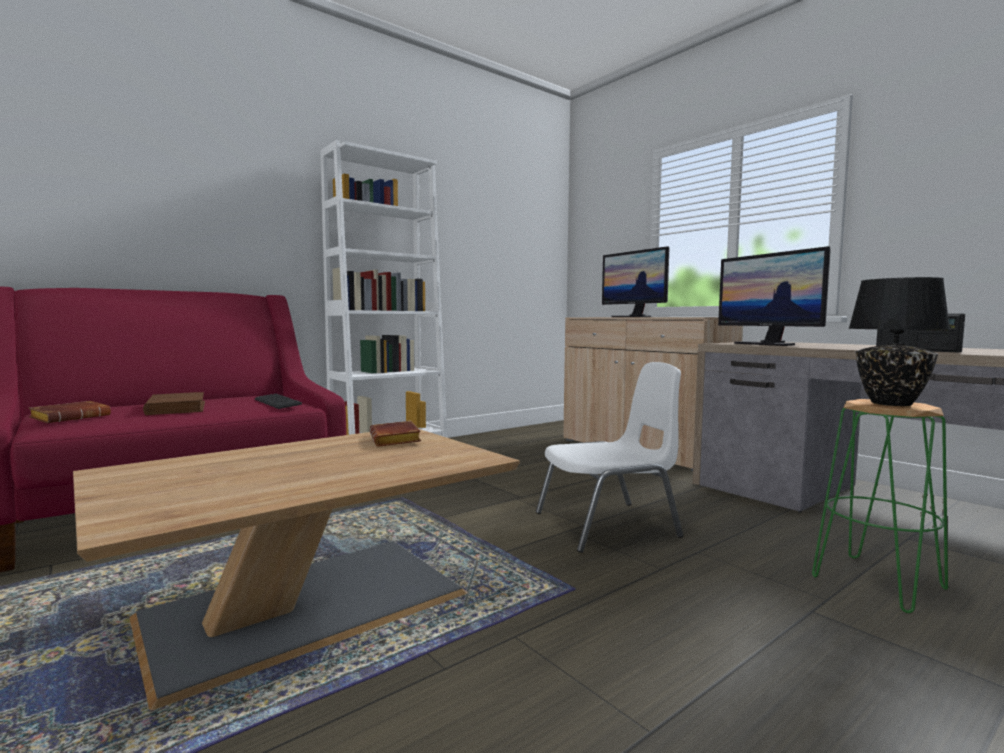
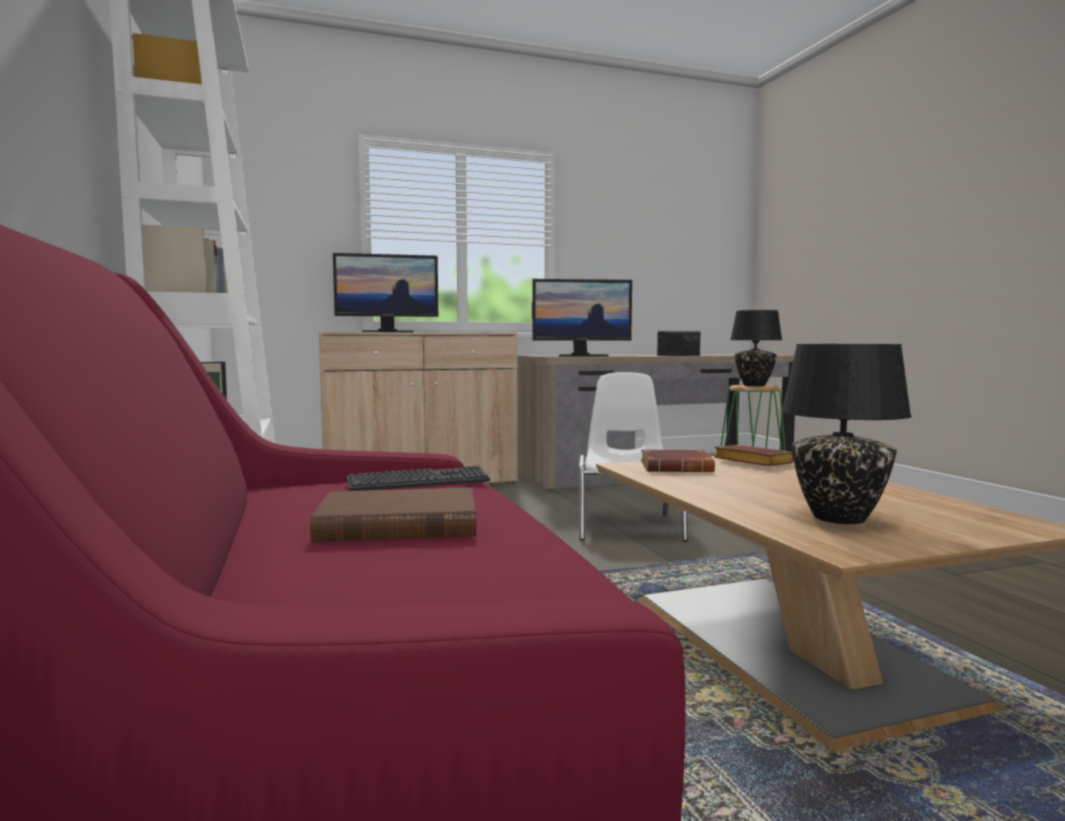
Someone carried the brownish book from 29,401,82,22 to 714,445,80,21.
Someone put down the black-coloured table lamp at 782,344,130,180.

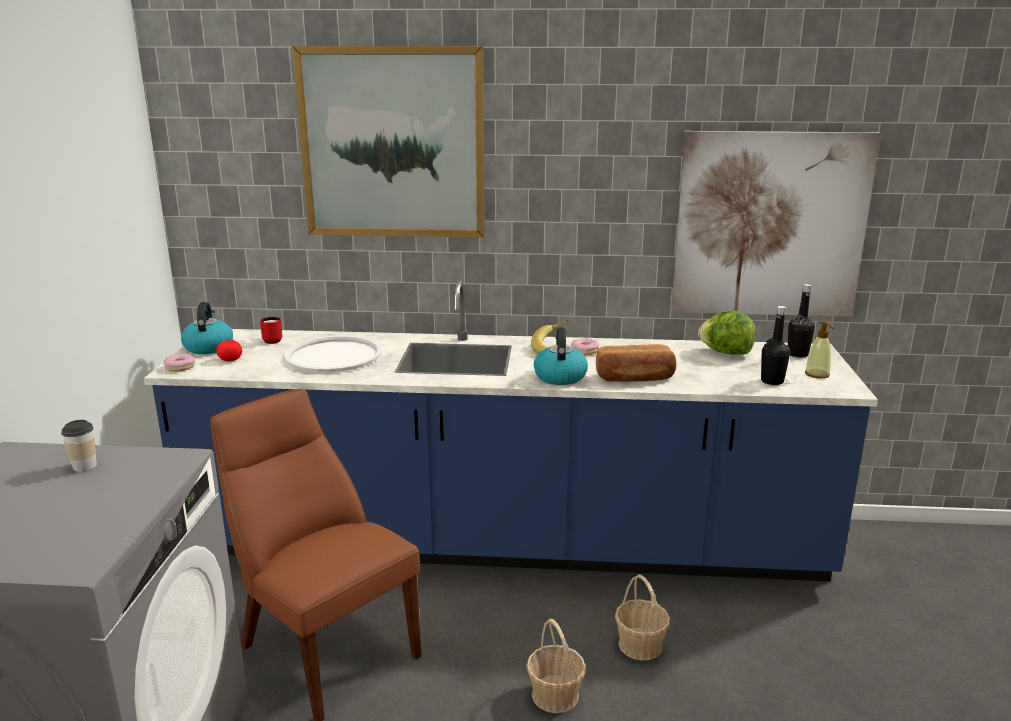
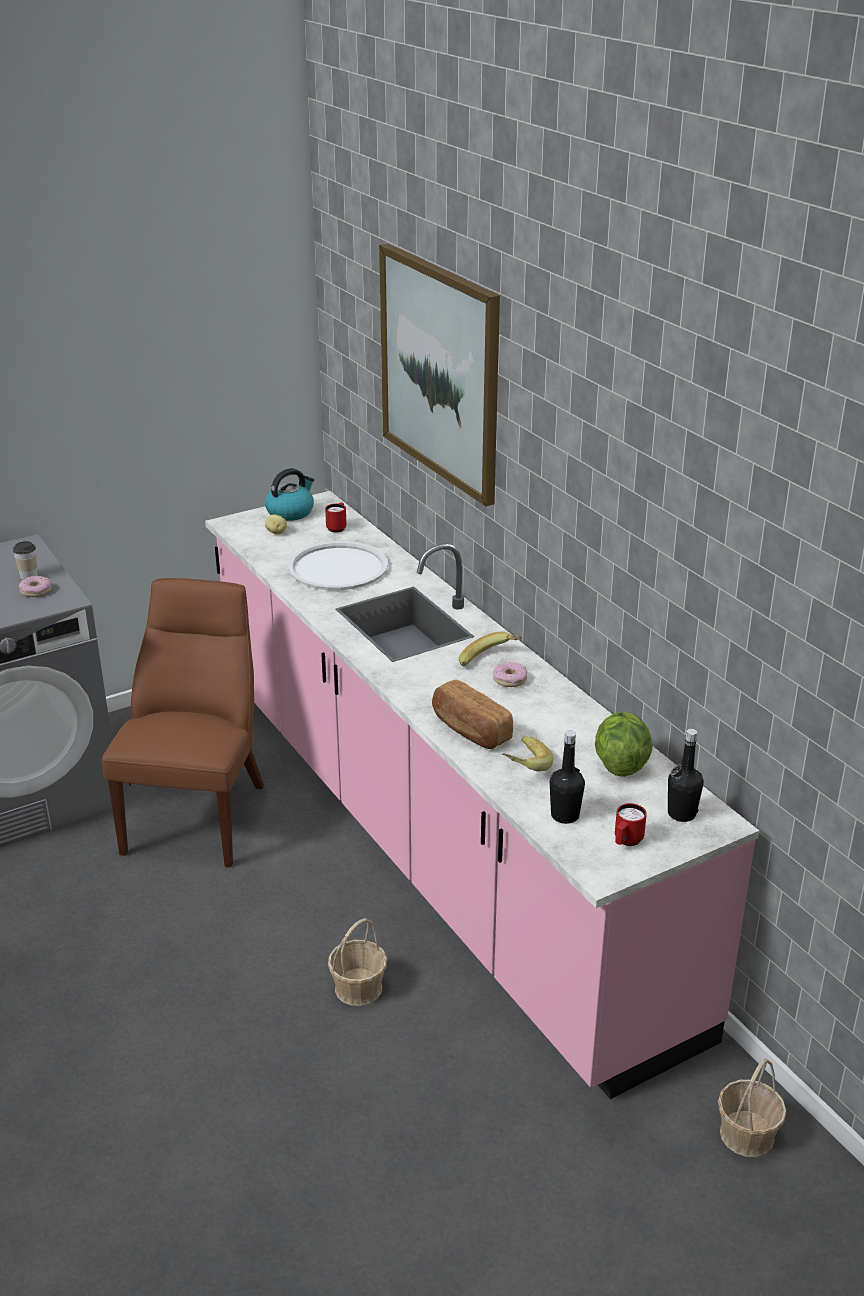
Someone carried the ring doughnut from 163,353,32,19 to 19,576,33,21.
Someone repainted the blue kitchen counter at 144,281,734,300, which became the pink kitchen counter at 205,491,554,608.
Someone swapped the tomato at 216,340,26,22 for the spud at 265,514,22,20.
Someone put down the banana at 502,736,51,35.
Someone swapped the soap bottle at 805,321,30,58 for the red mug at 615,803,32,43.
Someone carried the storage basket from 526,619,60,94 to 718,1058,69,99.
Someone took away the water kettle at 534,327,54,58.
Someone took away the wall picture at 671,131,210,186.

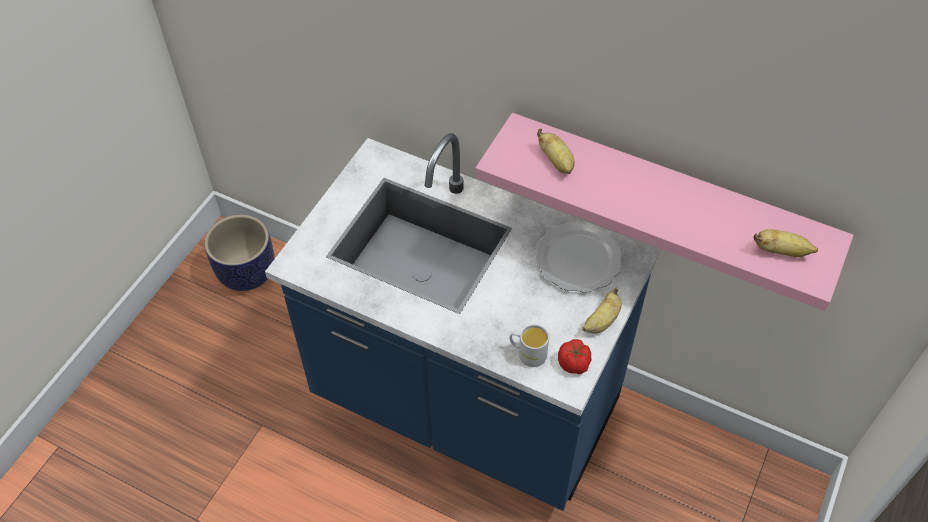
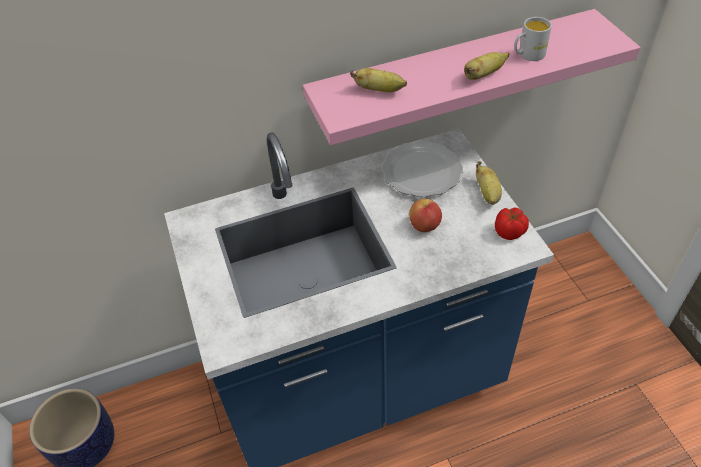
Someone put down the apple at 409,198,33,34.
Someone carried the banana from 753,229,65,28 to 464,52,46,28.
Someone carried the whitish mug from 510,324,39,43 to 514,17,38,44.

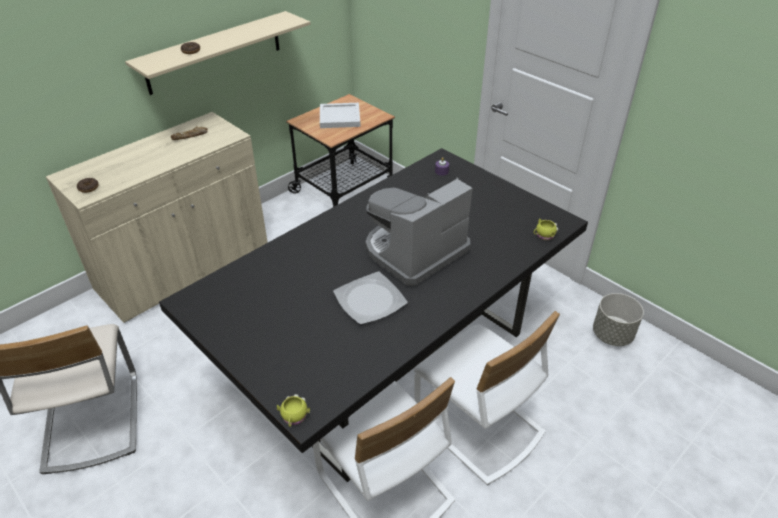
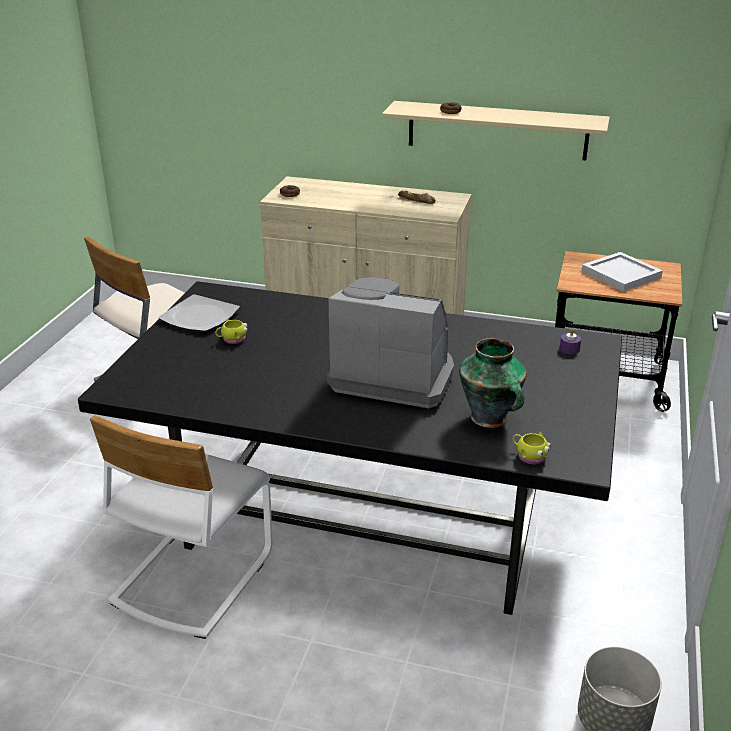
Someone carried the plate from 333,271,75,54 to 158,294,82,38.
Someone carried the yellow-coloured mug from 277,394,33,33 to 215,319,32,25.
Someone put down the vase at 459,338,68,90.
Someone took away the whitish upright chair at 414,311,146,174.

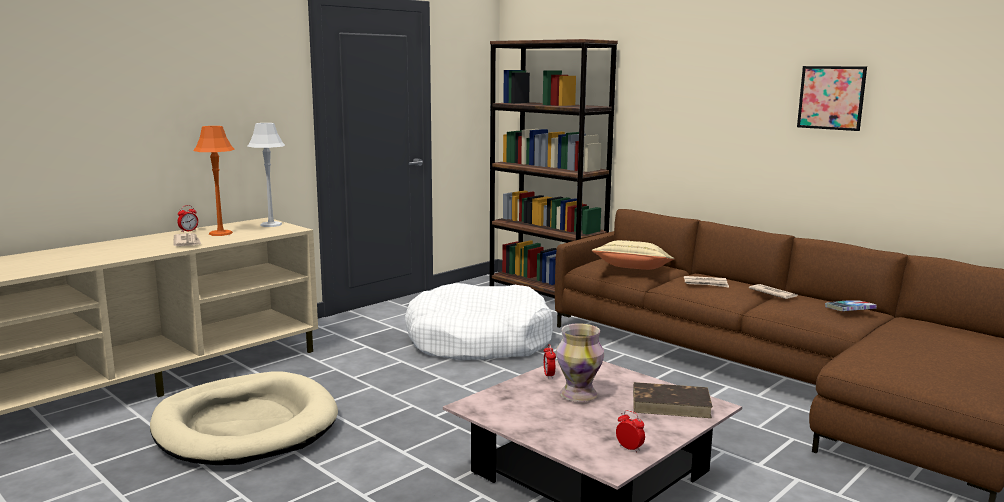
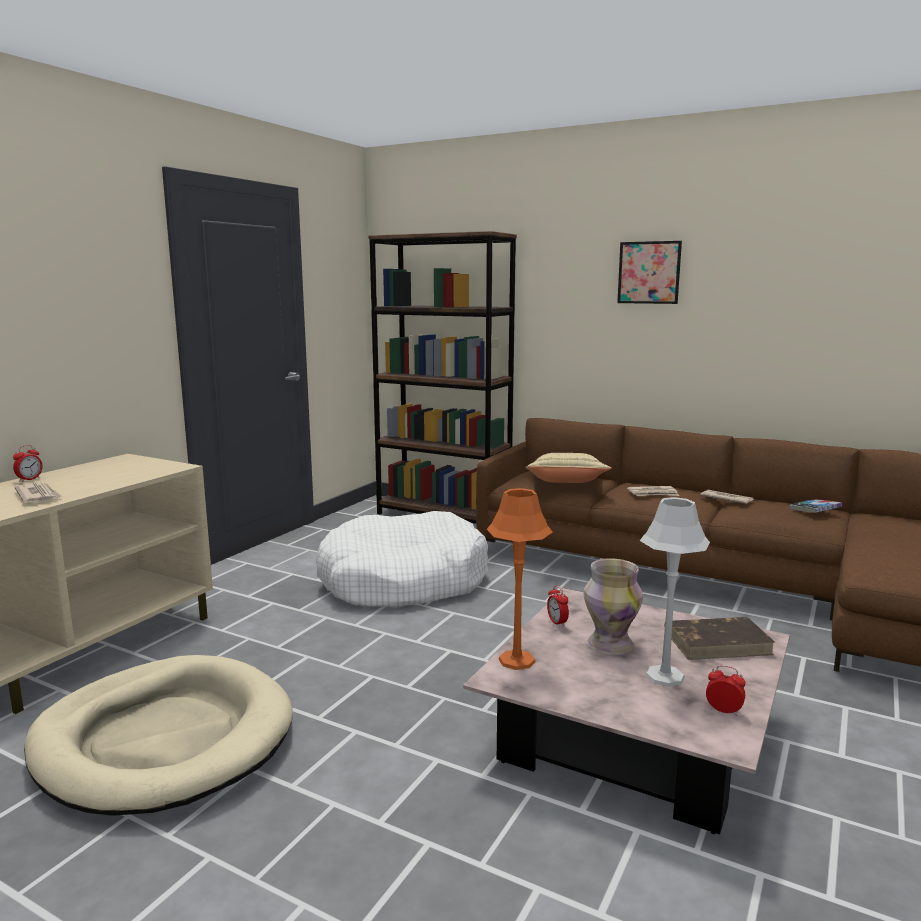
Someone carried the orange-coloured table lamp from 193,126,42,110 to 487,488,65,182.
Someone carried the wall picture from 797,66,70,65 to 617,241,65,63.
Someone carried the gray table lamp from 247,123,38,104 to 640,497,70,190.

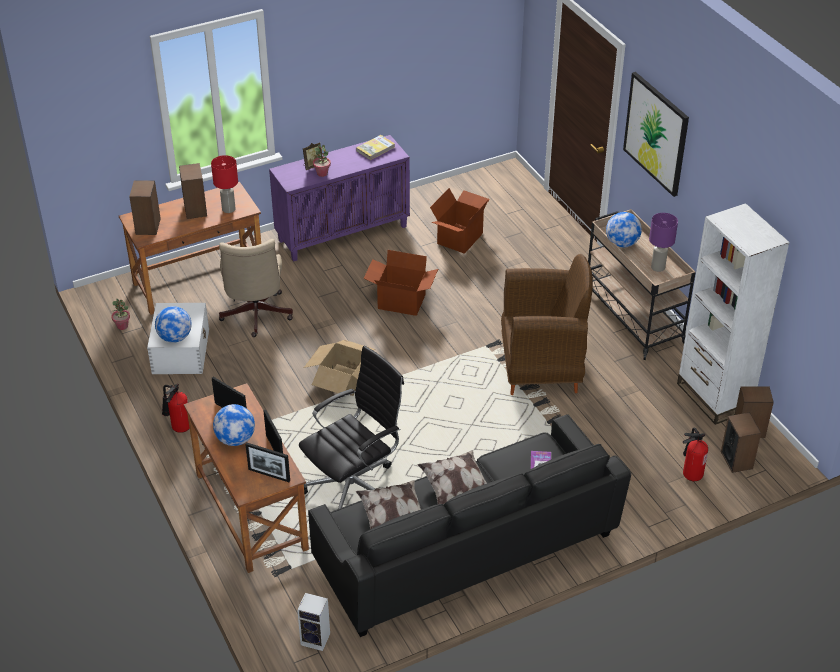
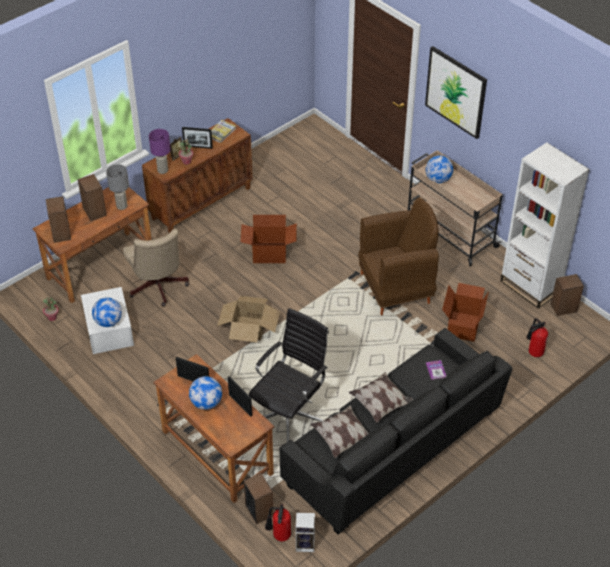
Someone repainted the red table lamp at 211,155,27,58, which became the gray table lamp at 106,164,23,46.
Someone repainted the purple cupboard at 269,135,141,127, which became the brownish cupboard at 142,118,111,115.
Someone carried the purple table lamp from 649,213,29,59 to 149,129,22,45.
Someone carried the photo frame from 245,443,45,39 to 182,127,31,22.
Someone carried the speaker from 721,412,40,61 to 244,473,30,51.
Someone carried the fire extinguisher from 162,384,28,49 to 265,504,26,37.
Someone carried the carton from 430,188,59,66 to 442,283,47,59.

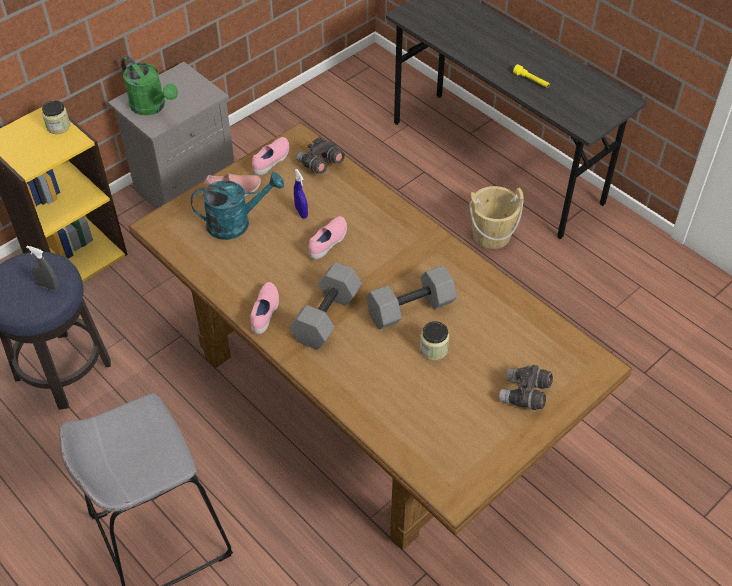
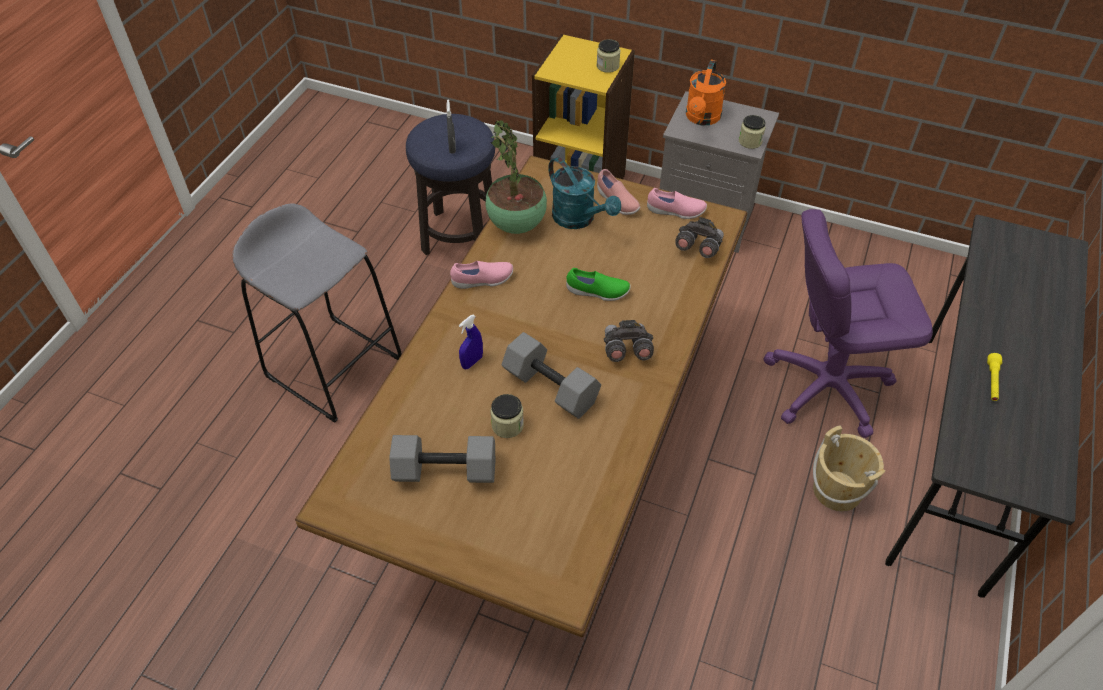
Someone carried the gray dumbbell from 289,262,73,87 to 389,435,106,48.
Someone carried the blue spray bottle from 294,169,14,49 to 459,315,24,54.
Someone put down the houseplant at 486,120,61,114.
Someone repainted the pink item of footwear at 309,216,38,43, which became the green item of footwear at 566,268,65,33.
Someone carried the gray binoculars from 499,365,54,45 to 604,320,50,42.
Someone repainted the green sprinkling can at 121,56,57,59, which became the orange-coloured sprinkling can at 686,60,40,65.
Someone put down the jar at 739,115,27,34.
Someone put down the purple computer chair at 763,209,170,229.

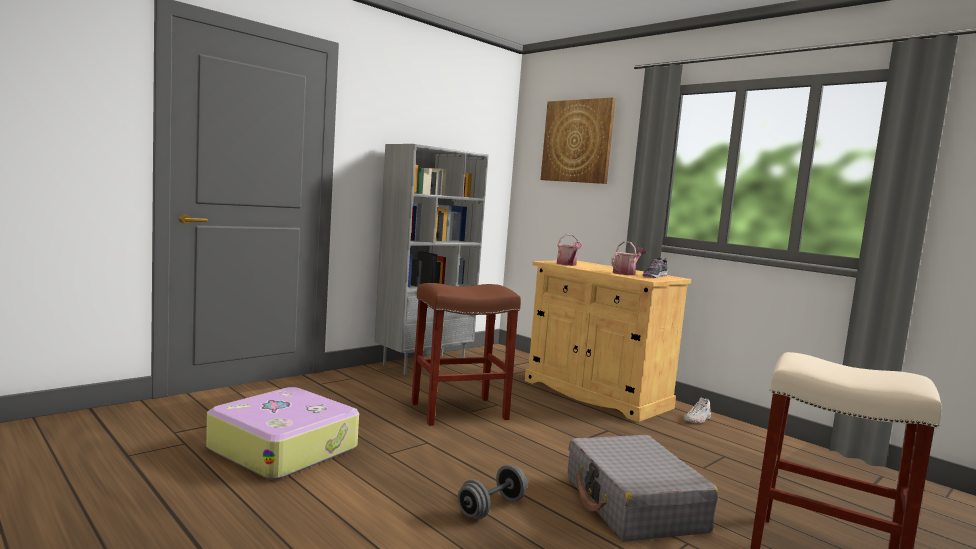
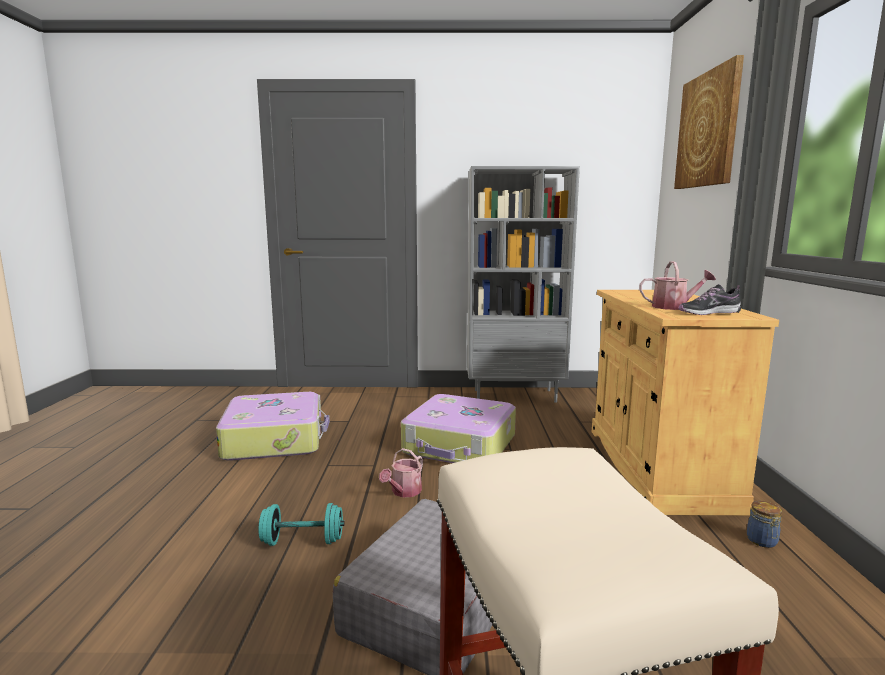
Someone repainted the gray dumbbell at 458,465,69,54, which became the turquoise-coloured dumbbell at 258,503,87,43.
Someone carried the sprinkling can from 557,234,26,32 to 379,448,44,49.
Someone swapped the brownish stool seat at 411,283,110,143 for the travel case at 401,394,115,69.
Someone swapped the whitish item of footwear at 684,397,27,27 for the jar at 747,501,35,47.

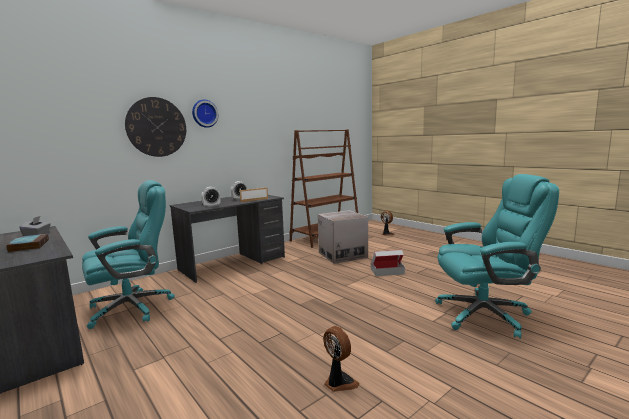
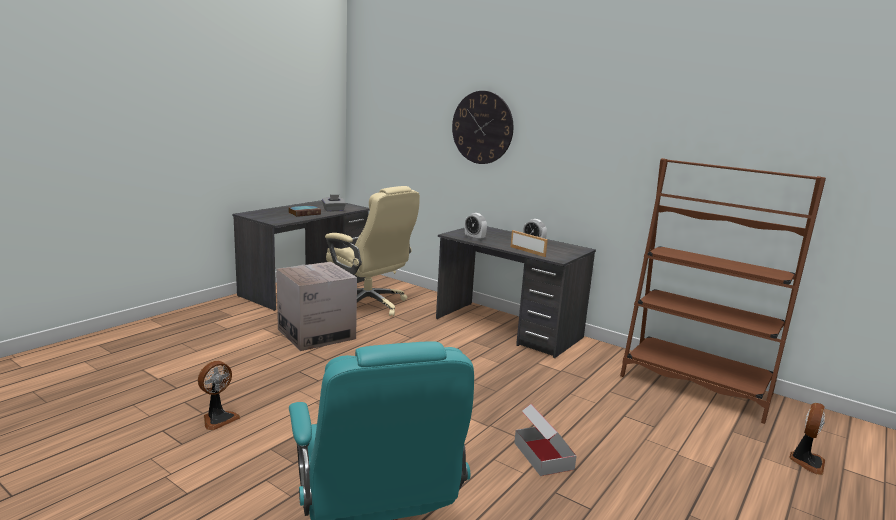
Someone carried the carton from 318,210,50,54 to 276,262,81,89.
Someone repainted the turquoise-coloured computer chair at 82,180,93,149, which became the sand-coloured computer chair at 325,186,95,130.
Someone took away the clock on the wall at 192,100,26,28.

